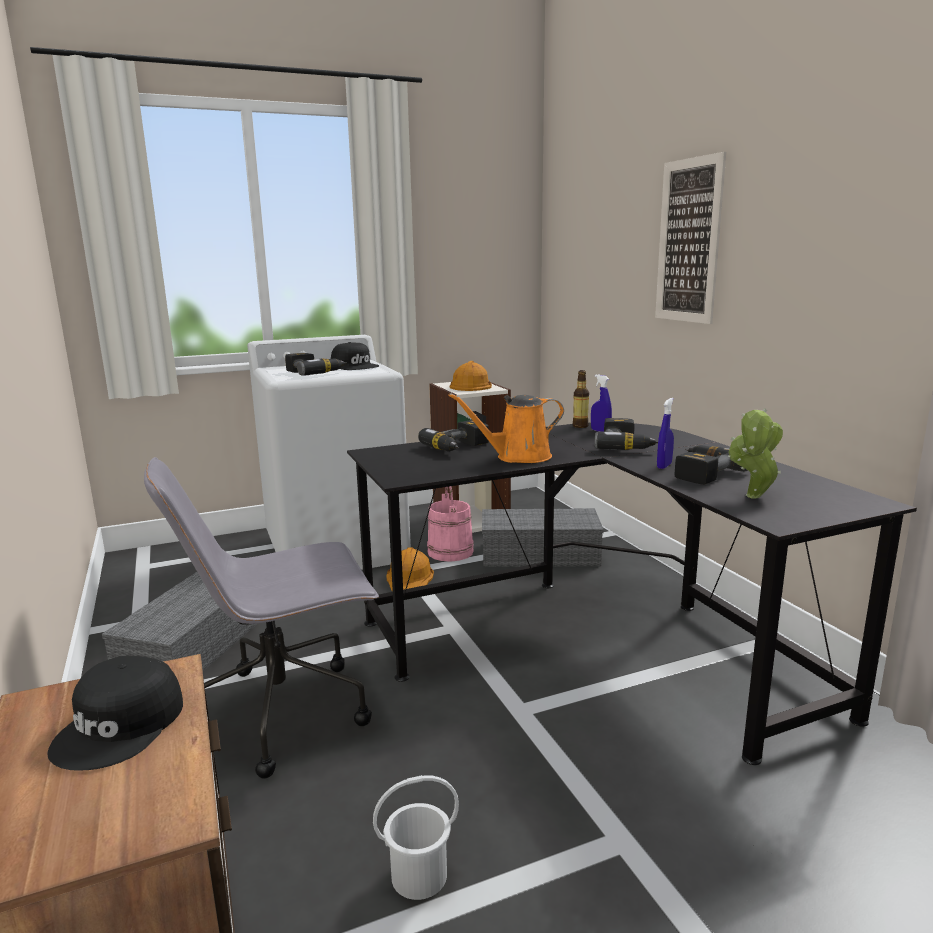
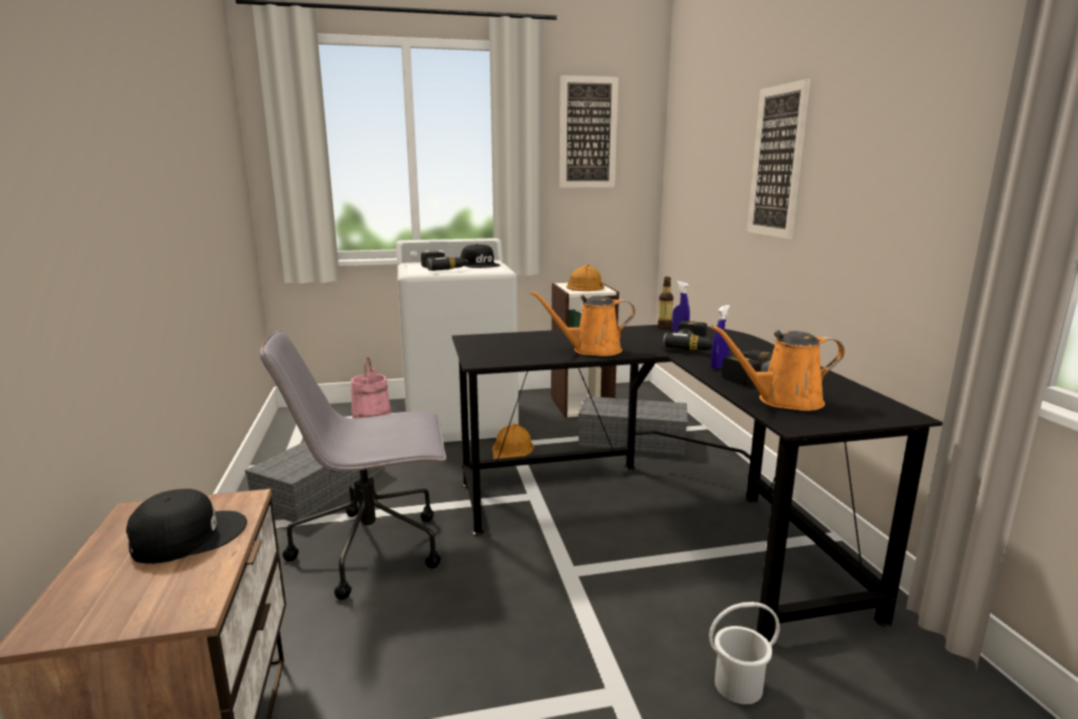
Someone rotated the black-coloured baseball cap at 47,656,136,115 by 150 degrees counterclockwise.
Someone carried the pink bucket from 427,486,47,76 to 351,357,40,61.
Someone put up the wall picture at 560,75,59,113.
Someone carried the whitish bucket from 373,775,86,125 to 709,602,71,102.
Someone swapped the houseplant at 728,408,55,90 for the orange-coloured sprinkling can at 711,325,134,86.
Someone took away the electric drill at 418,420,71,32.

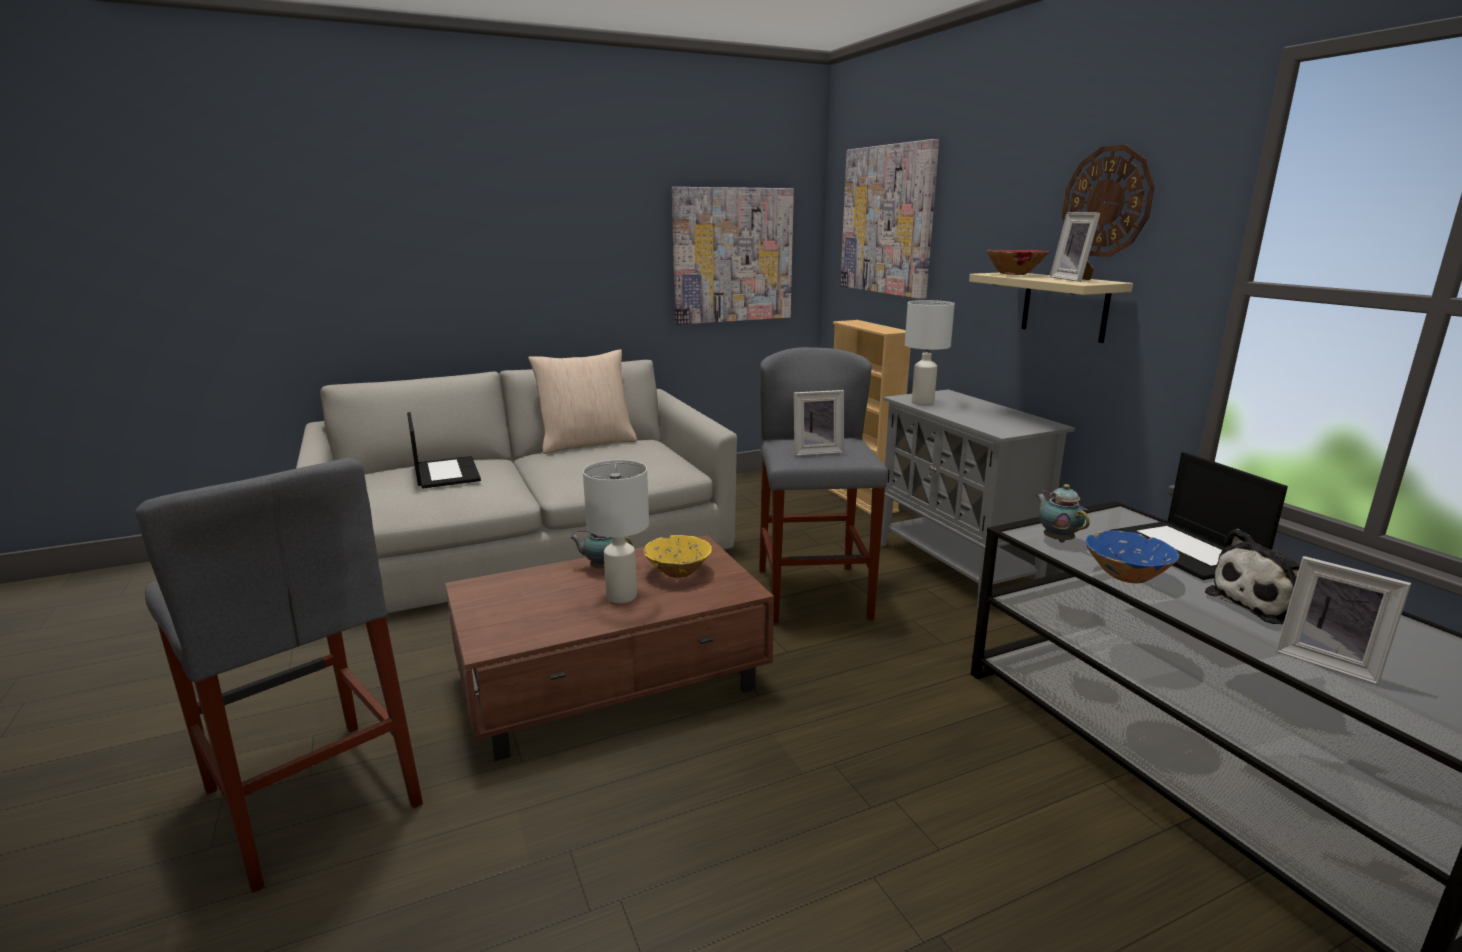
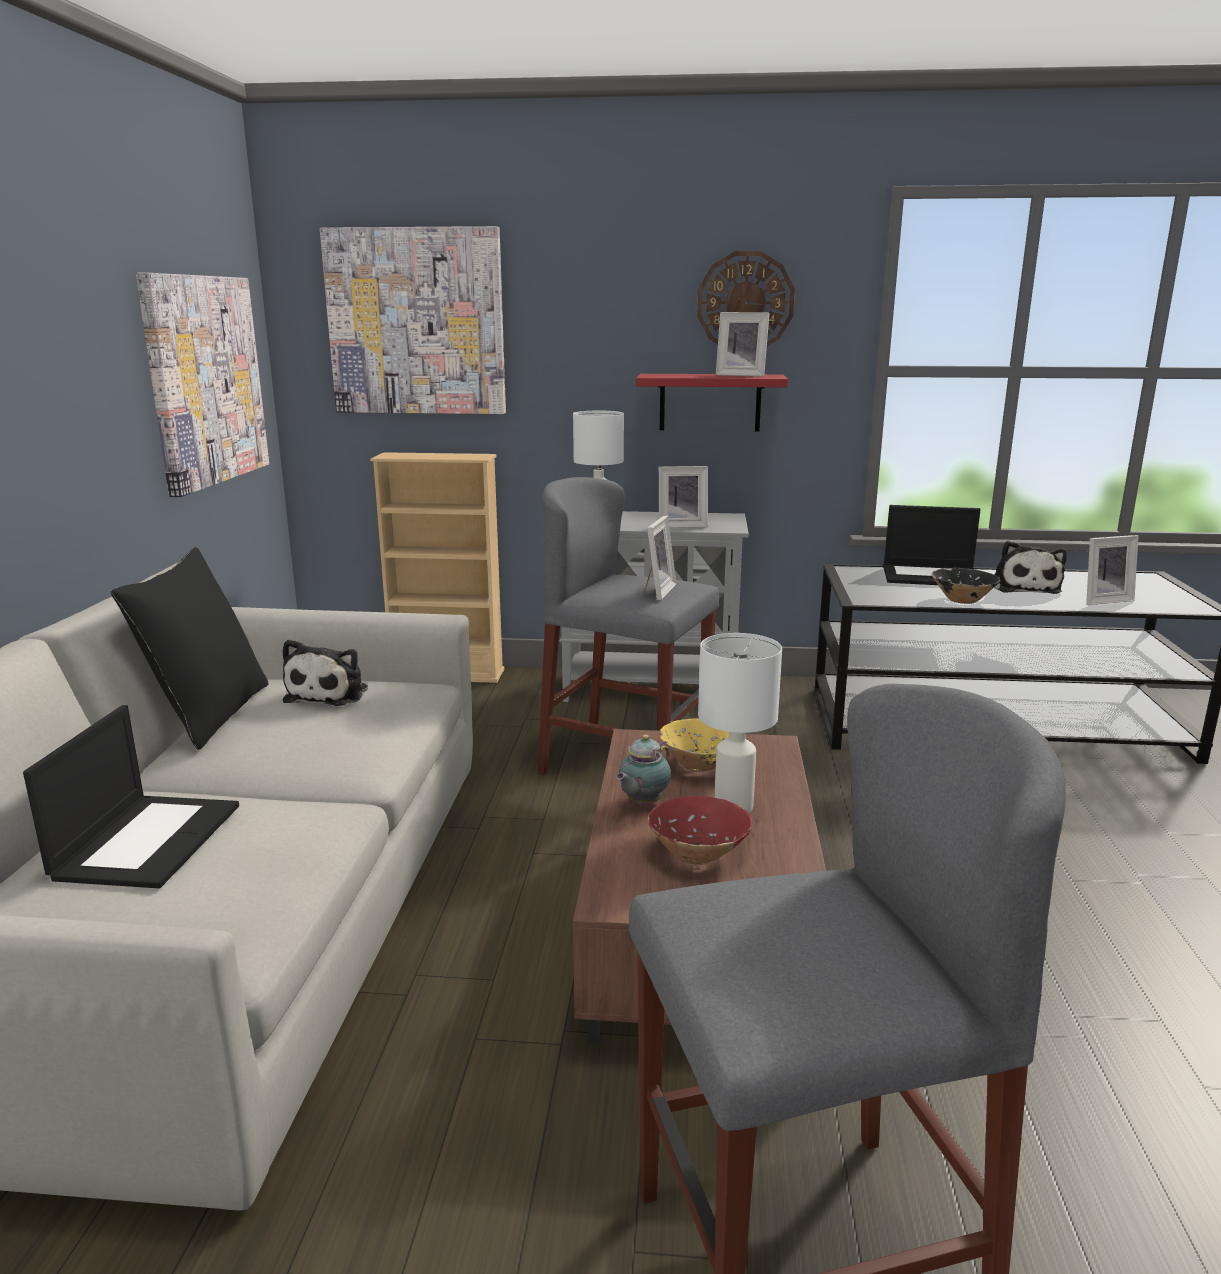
Someone rotated the notebook computer at 407,412,74,77 by 90 degrees clockwise.
Someone repainted the sand-coloured cushion at 528,349,109,105, which became the black-coloured cushion at 111,547,157,203.
Someone put down the plush toy at 282,639,86,67.
Someone repainted the sand-coloured shelf at 969,273,164,70, which became the red shelf at 636,374,152,57.
Someone carried the red bowl from 986,250,63,25 to 648,796,105,69.
Someone put down the photo frame at 659,466,49,62.
Someone repainted the blue bowl at 1086,531,93,52, which became the black-coloured bowl at 932,568,68,36.
Someone took away the pot for tea at 1036,484,54,59.

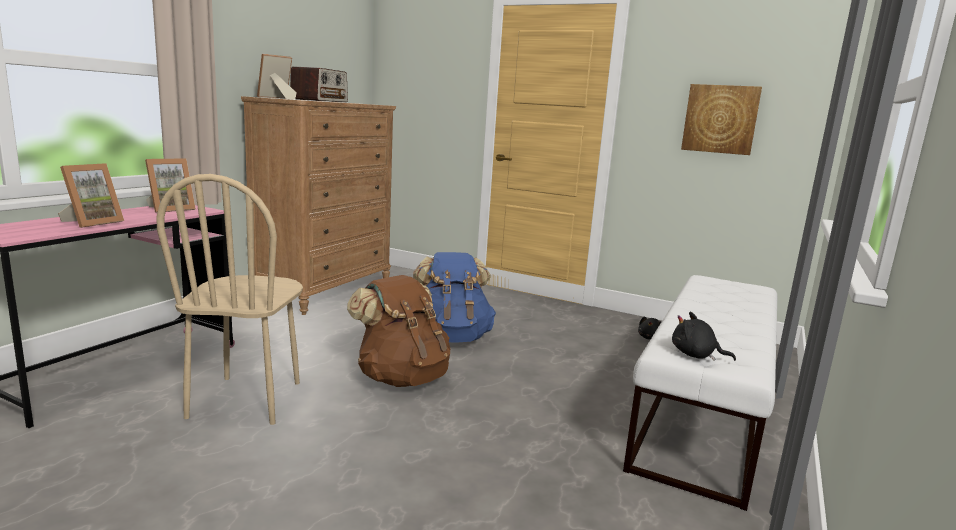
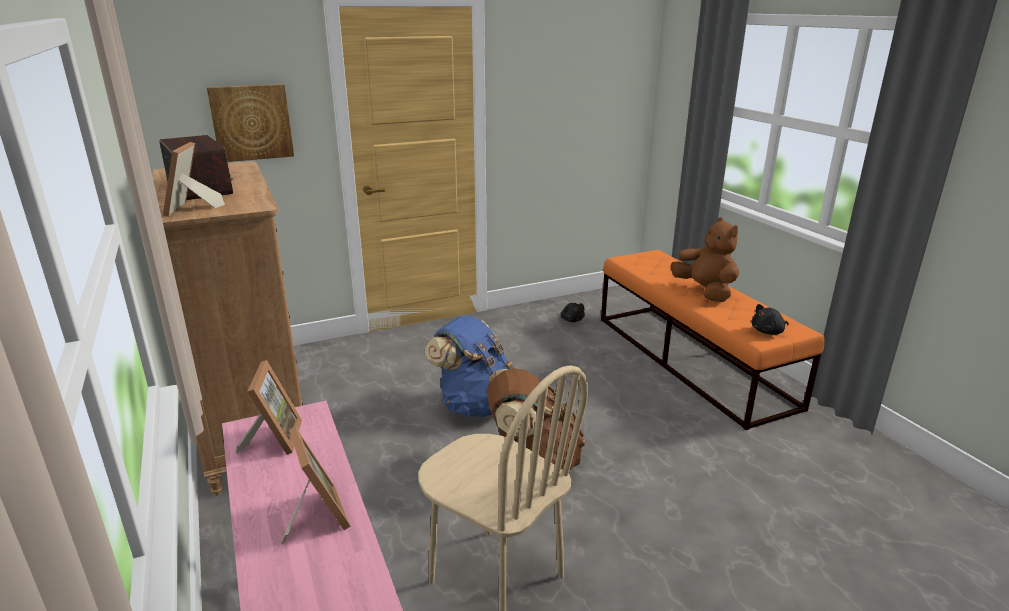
Someone carried the wall picture from 681,84,81,71 to 207,84,87,78.
Someone repainted the whitish bench at 623,275,154,236, which became the orange-coloured bench at 601,250,224,180.
Someone put down the brownish plush toy at 671,217,68,85.

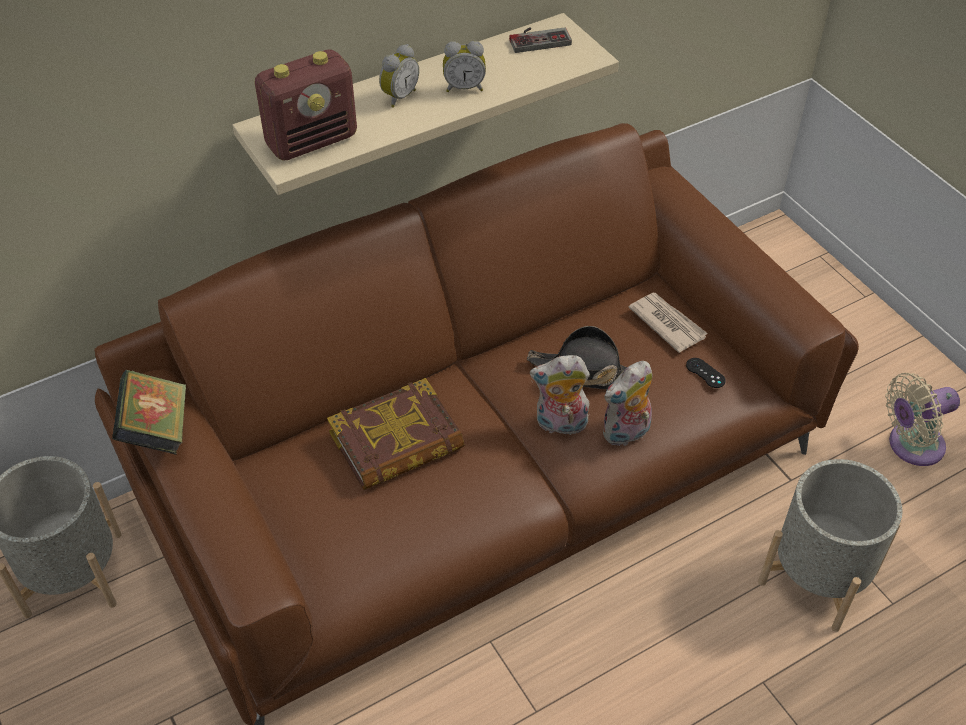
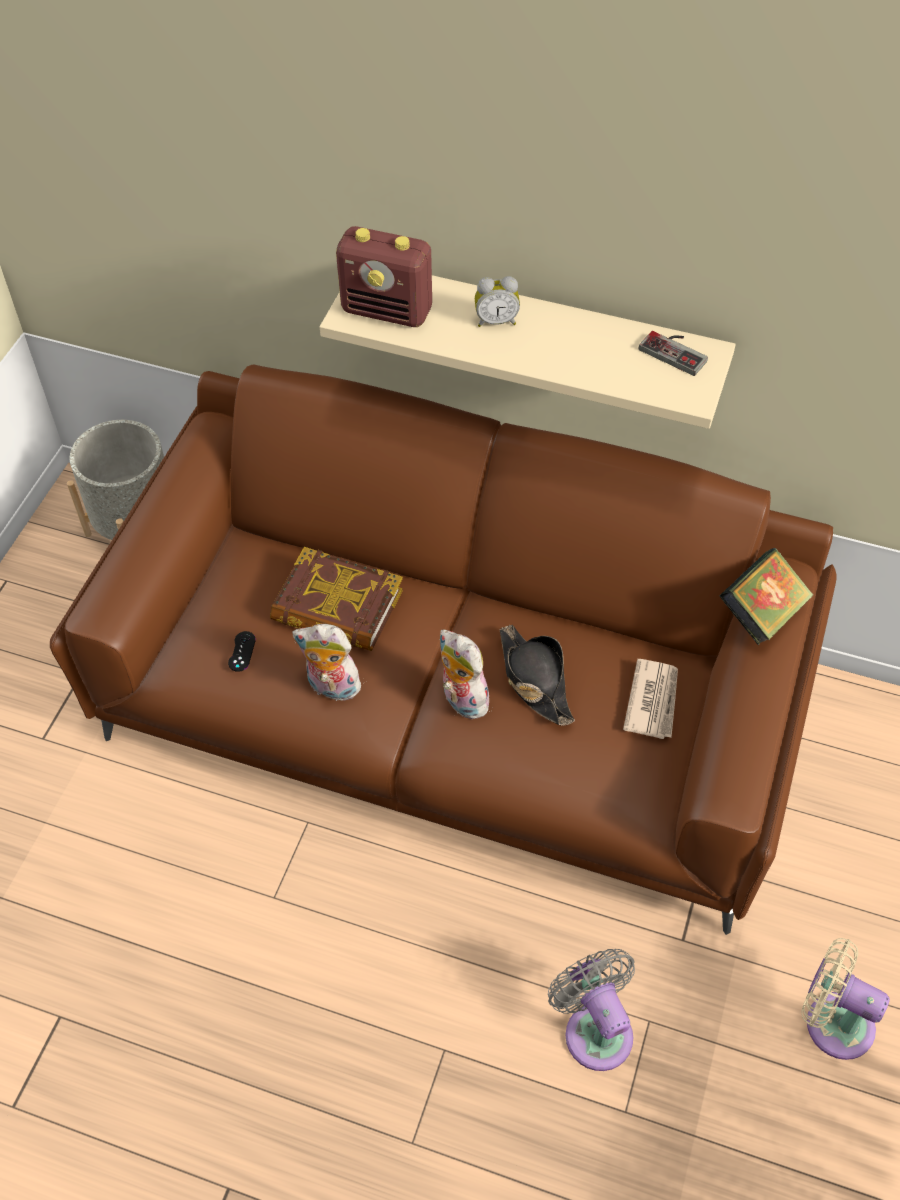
Someone carried the black-coloured joypad from 686,358,40,30 to 228,631,28,41.
Someone carried the plush toy from 603,361,50,85 to 292,624,72,77.
Someone swapped the gray plant pot at 758,459,144,173 for the gray electric fan at 548,949,87,122.
Someone carried the book from 112,370,74,85 to 720,548,93,97.
Someone took away the table clock at 443,41,43,51.

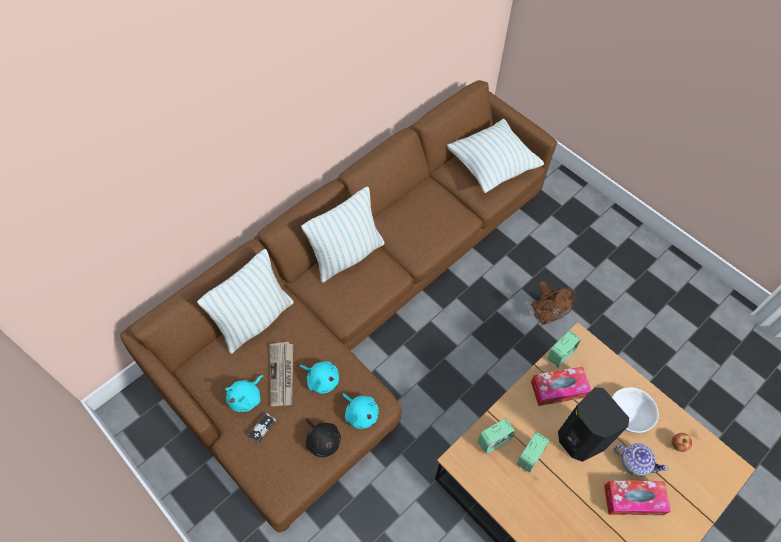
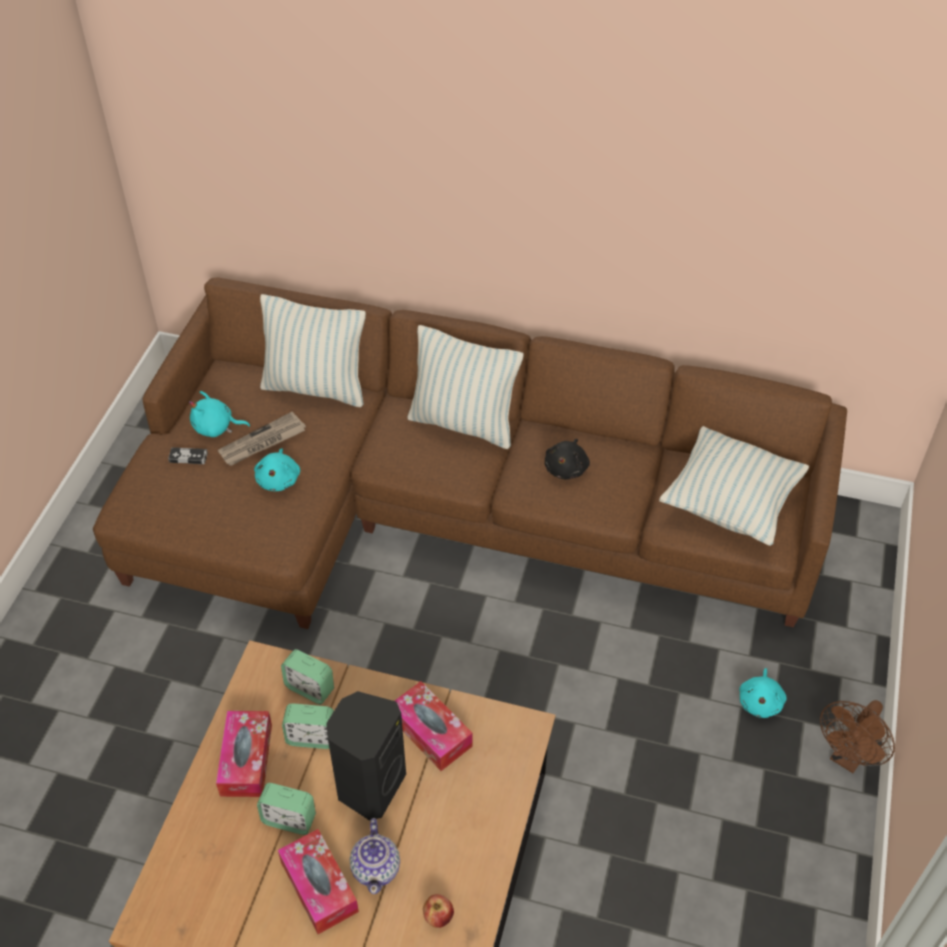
Someone put down the tissue holder at 216,711,56,86.
Someone carried the table clock from 547,331,34,36 to 257,783,59,52.
Someone carried the black-coloured plush toy from 306,418,35,39 to 545,439,45,41.
Someone carried the turquoise-coloured plush toy from 342,393,37,36 to 739,668,47,50.
Someone carried the brownish electric fan from 531,281,46,44 to 820,700,75,73.
Someone took away the whitish bowl at 612,387,47,46.

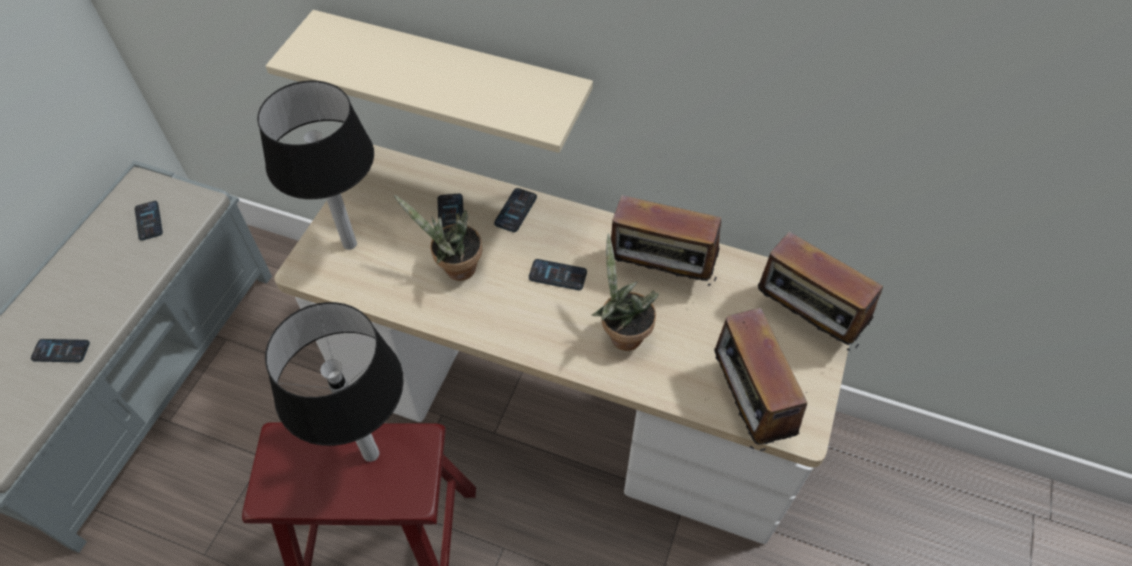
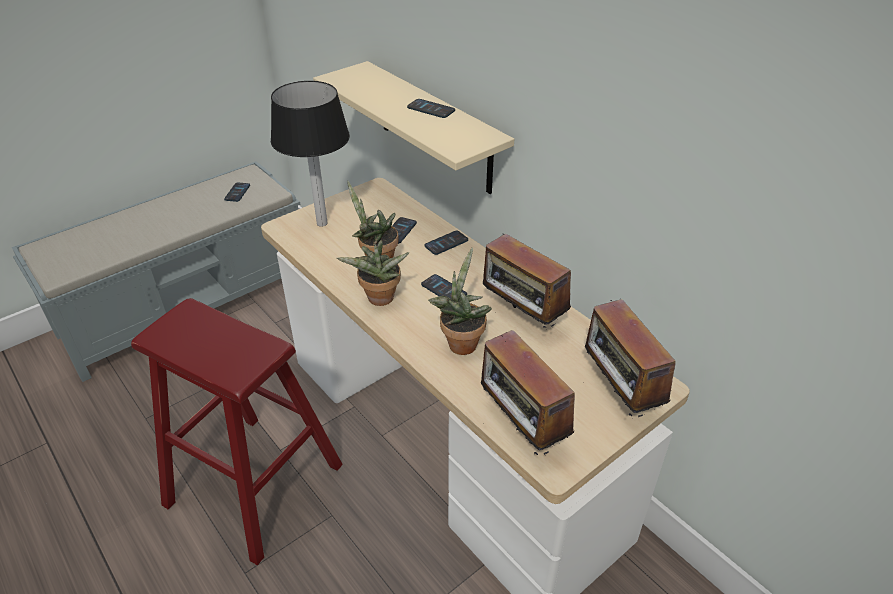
Someone put down the houseplant at 337,240,72,66.
Someone carried the handset from 31,339,59,23 to 407,99,48,19.
Someone rotated the radio at 714,308,93,143 by 45 degrees counterclockwise.
Someone took away the table lamp at 265,302,139,160.

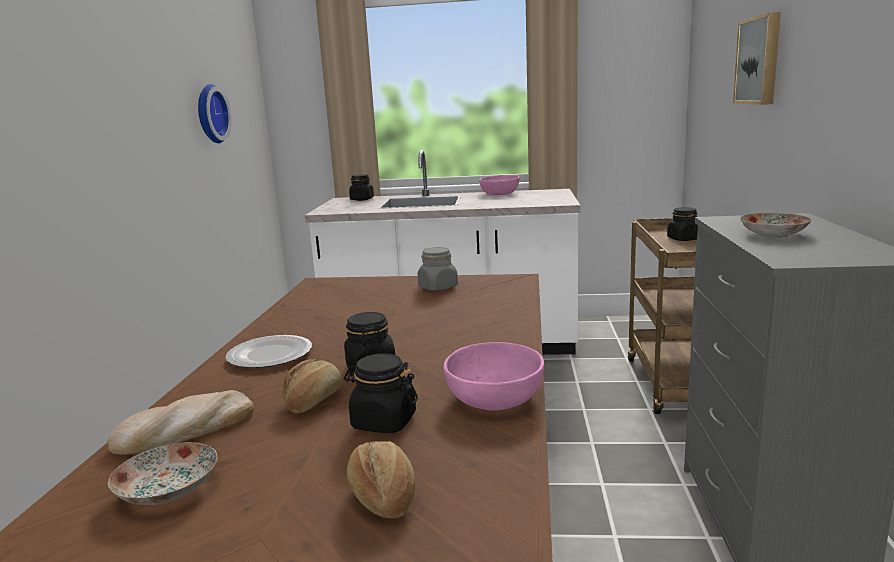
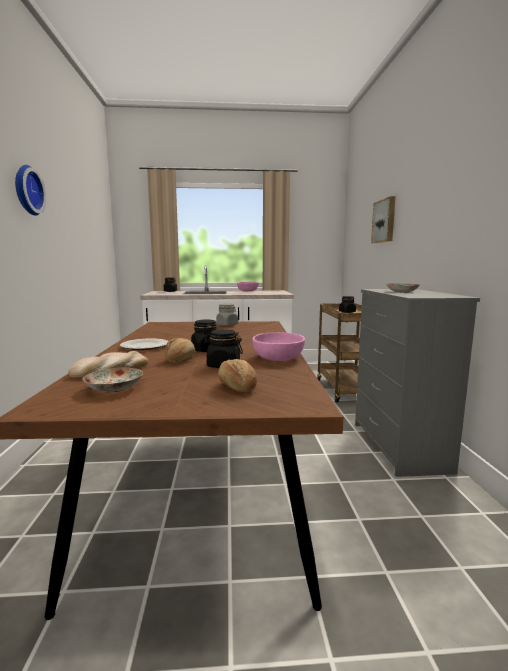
Someone carried the clock on the wall from 198,84,33,59 to 15,165,31,51.

